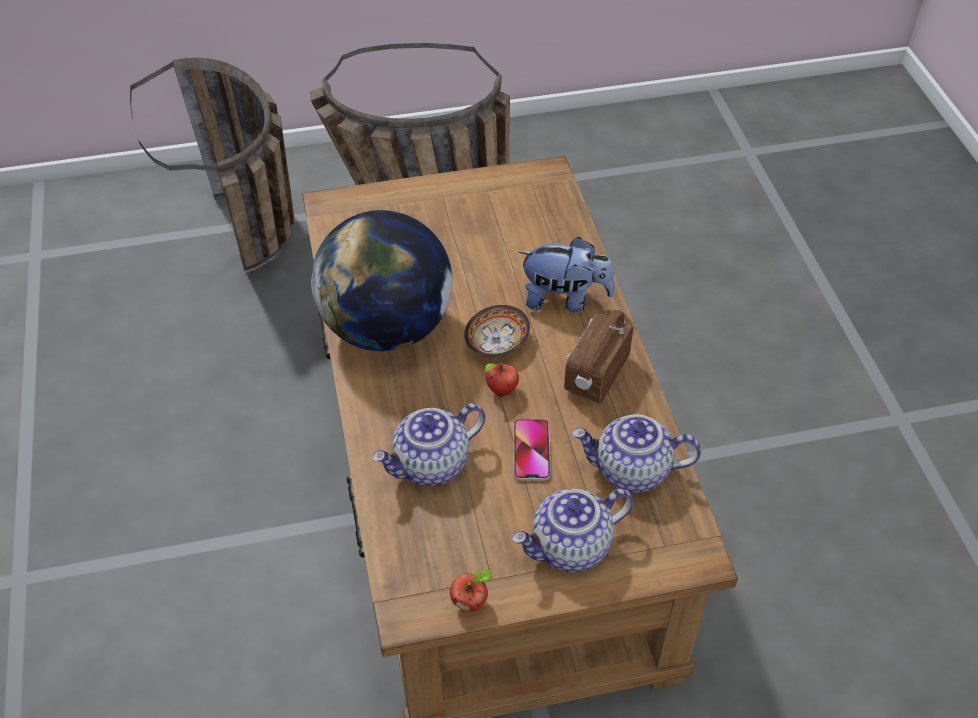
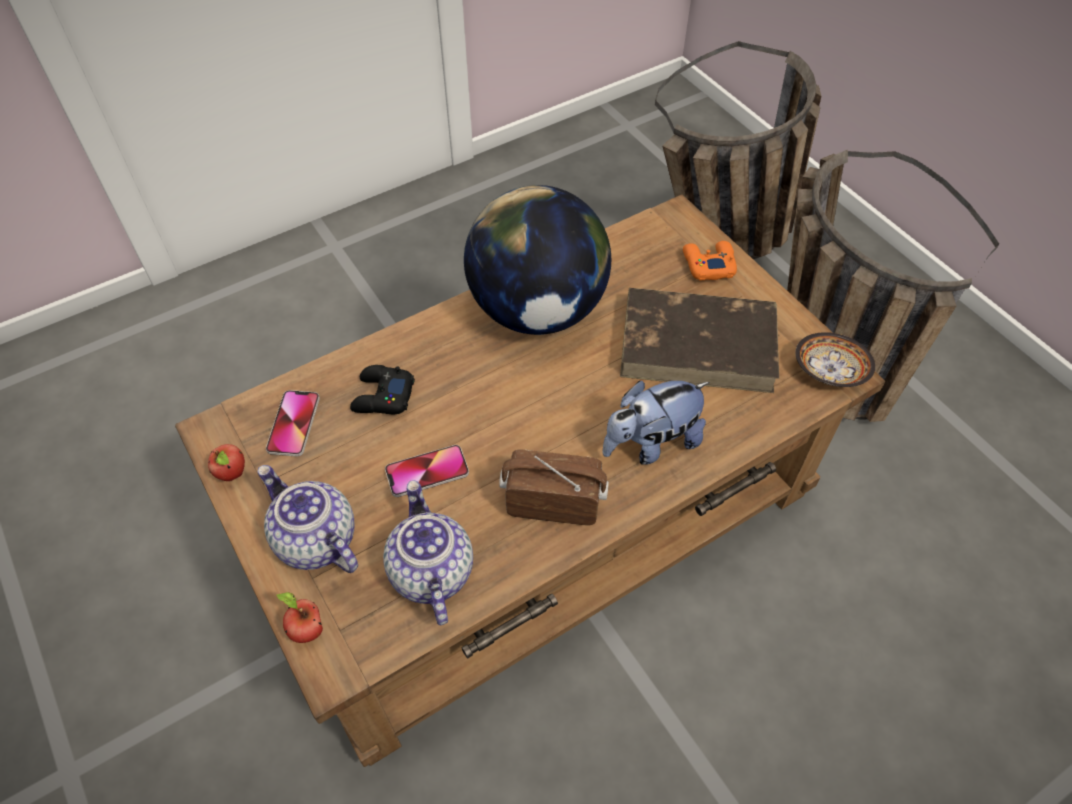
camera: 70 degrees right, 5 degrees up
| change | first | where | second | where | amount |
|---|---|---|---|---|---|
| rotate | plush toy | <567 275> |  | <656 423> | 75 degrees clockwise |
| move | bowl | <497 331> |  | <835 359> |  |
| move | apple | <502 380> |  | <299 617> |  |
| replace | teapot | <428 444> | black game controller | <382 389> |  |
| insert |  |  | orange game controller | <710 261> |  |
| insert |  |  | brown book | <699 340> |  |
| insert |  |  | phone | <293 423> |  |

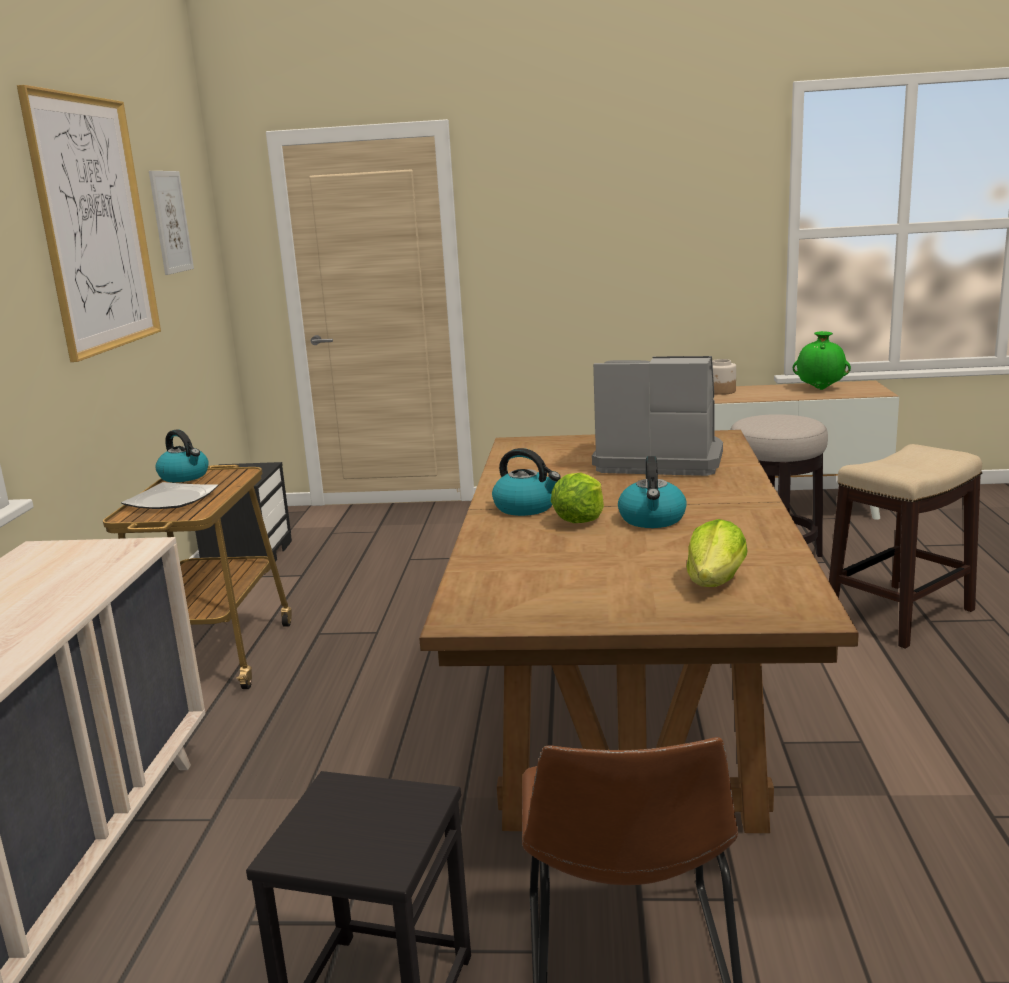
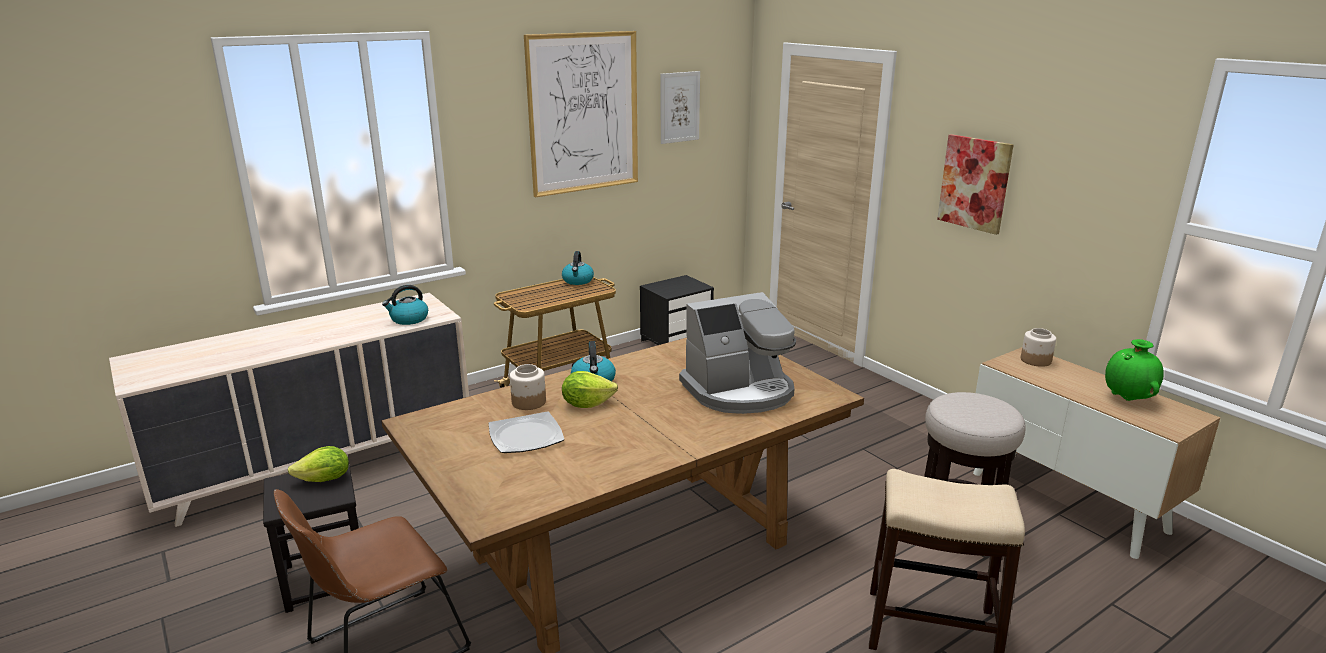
camera: 50 degrees right, 5 degrees up
| change | first | where | second | where | amount |
|---|---|---|---|---|---|
| rotate | coffee machine | <657 416> |  | <737 353> | 90 degrees clockwise |
| move | kettle | <652 492> |  | <405 305> |  |
| move | plate | <169 495> |  | <526 432> |  |
| move | lettuce | <716 553> |  | <318 464> |  |
| insert |  |  | picture | <975 184> |  |
| insert |  |  | jar | <528 387> |  |

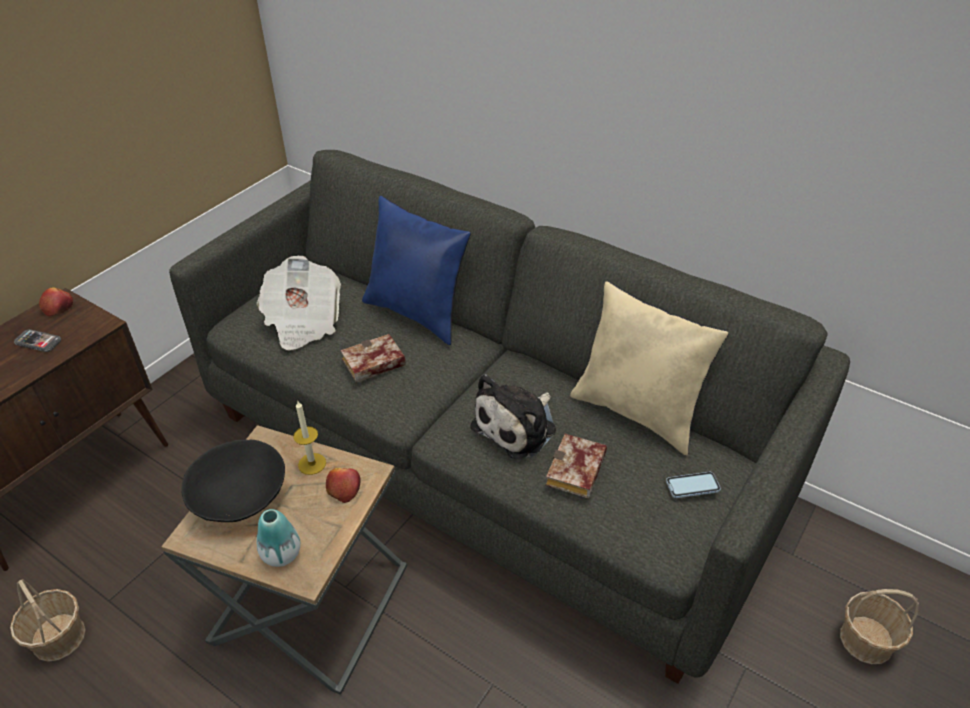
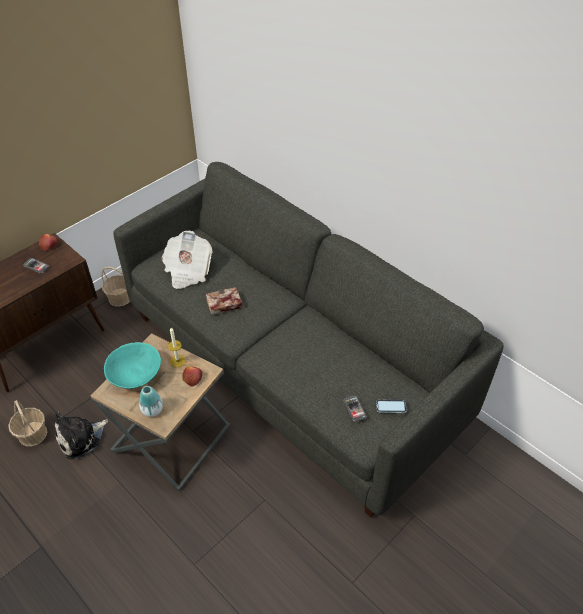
camera: 10 degrees right, 5 degrees up
| change | first | where | second | where | amount |
|---|---|---|---|---|---|
| delete | blue pillow | <416 270> |  |  |  |
| delete | beige pillow | <649 368> |  |  |  |
| move | plush toy | <513 416> |  | <81 435> |  |
| delete | book | <576 466> |  |  |  |
| recolor | black bowl | <233 481> | turquoise bowl | <132 365> |  |
| move | basket | <879 626> |  | <115 287> |  |
| insert |  |  | phone | <355 408> |  |

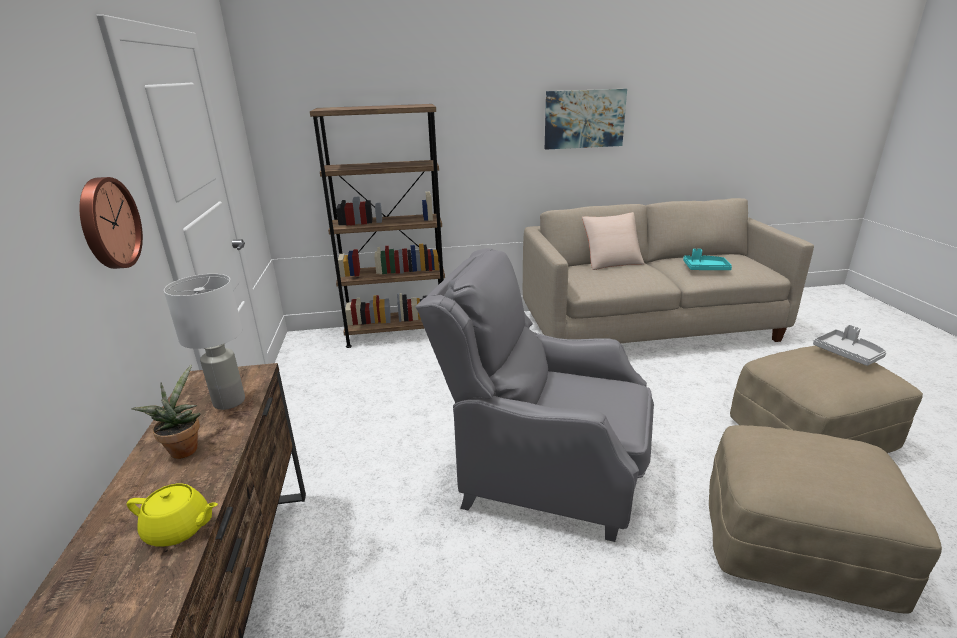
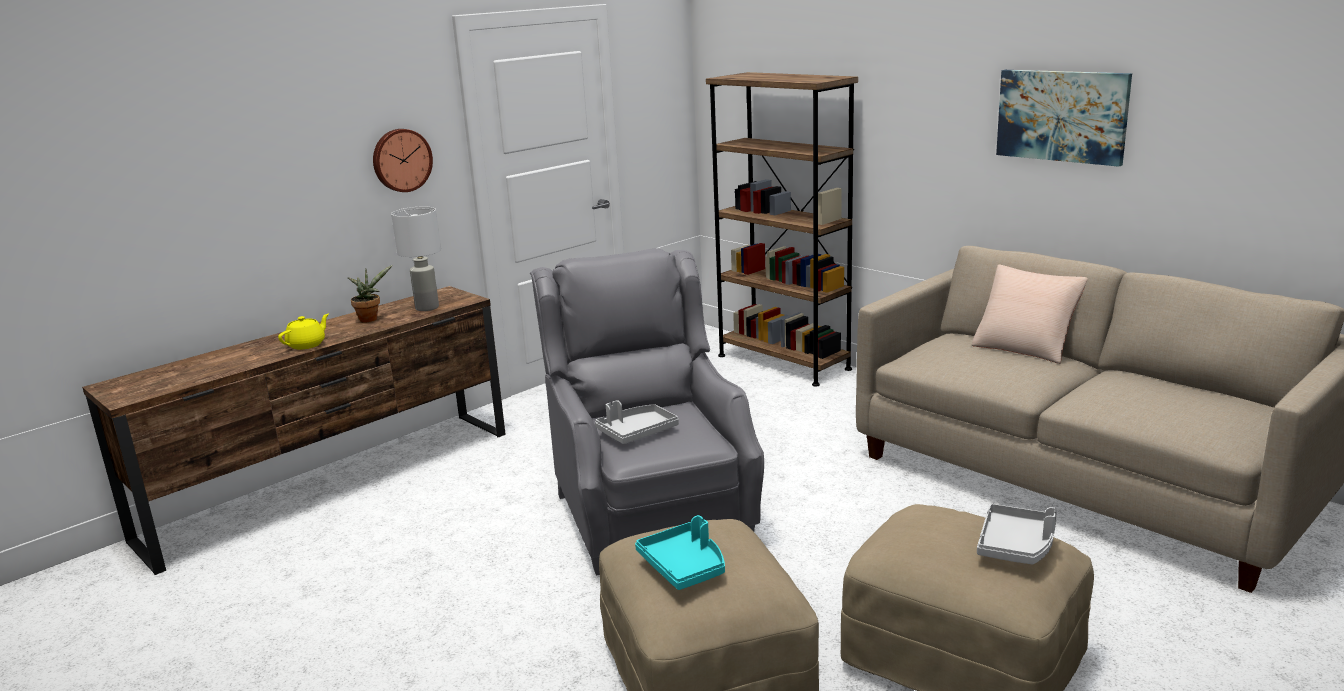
camera: 55 degrees right, 5 degrees down
| change | first | where | second | where | amount |
|---|---|---|---|---|---|
| move | turquoise tray | <707 259> |  | <680 552> |  |
| rotate | yellow teapot | <172 515> |  | <303 331> | 120 degrees counterclockwise |
| insert |  |  | grey tray | <637 422> |  |

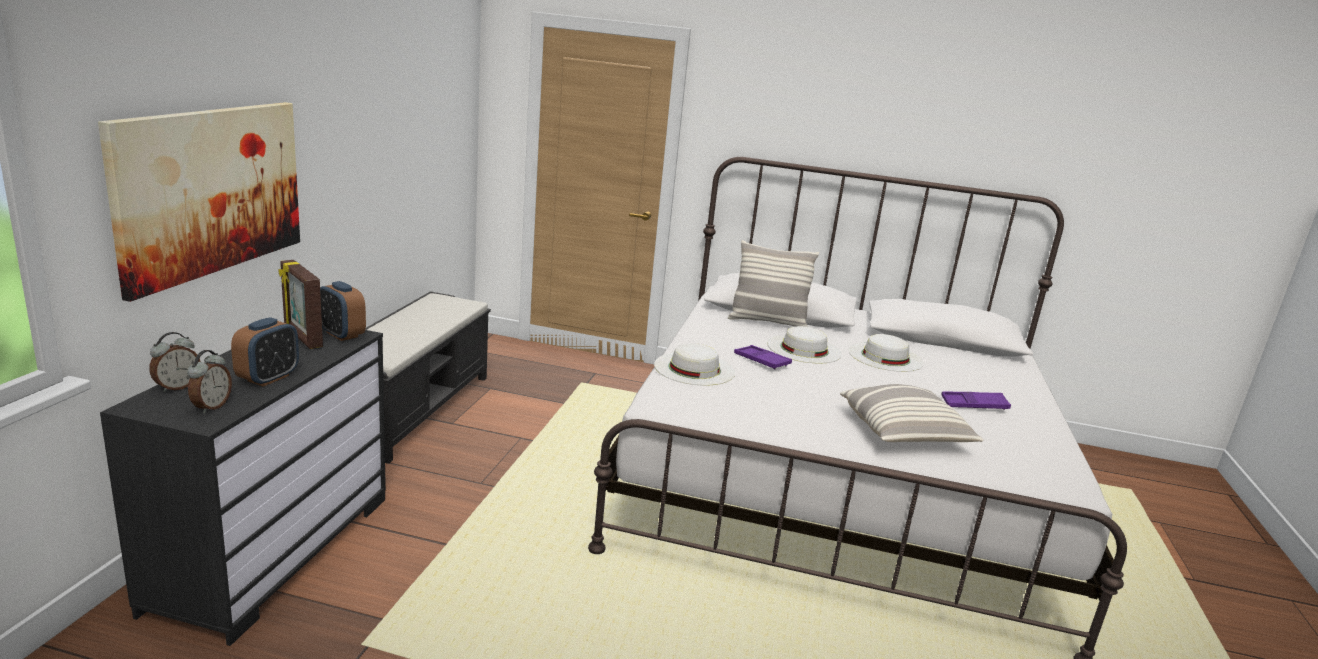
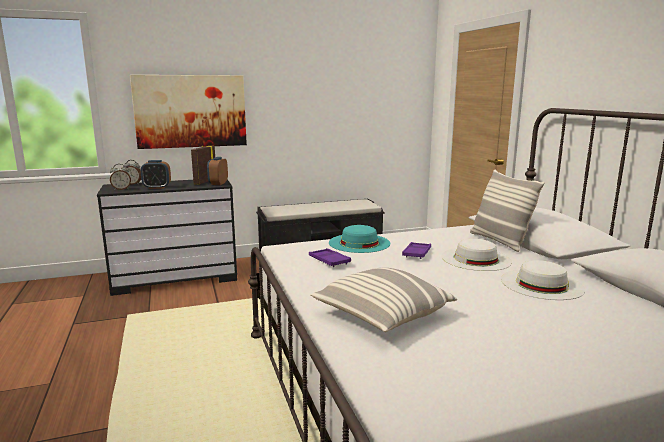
camera: 60 degrees right, 5 degrees down
| change | first | where | second | where | amount |
|---|---|---|---|---|---|
| recolor | white hat | <694 364> | turquoise hat | <359 239> |  |
| move | purple tray | <976 400> |  | <330 257> |  |

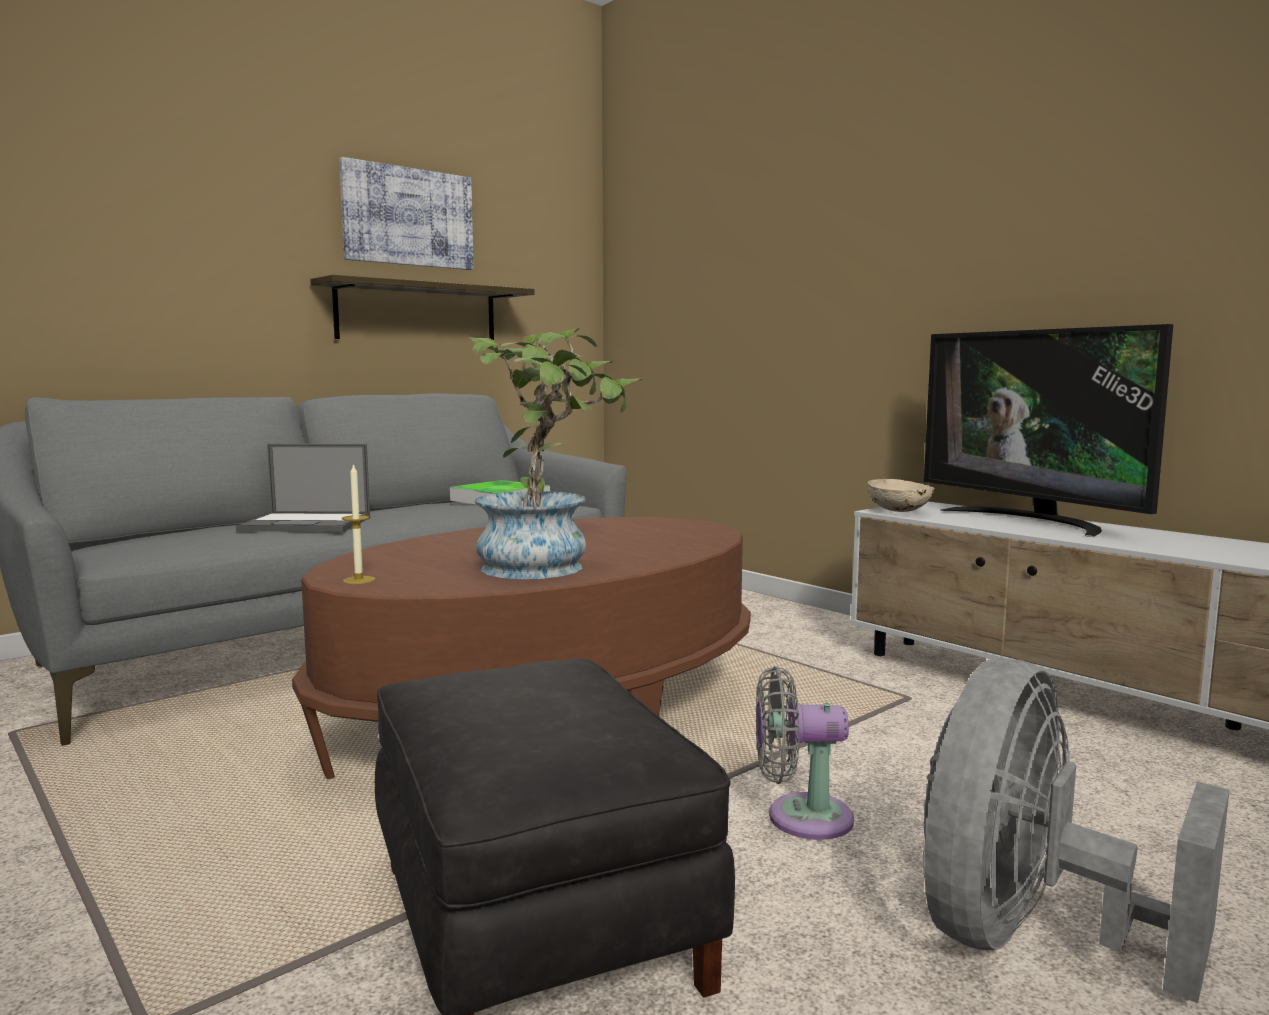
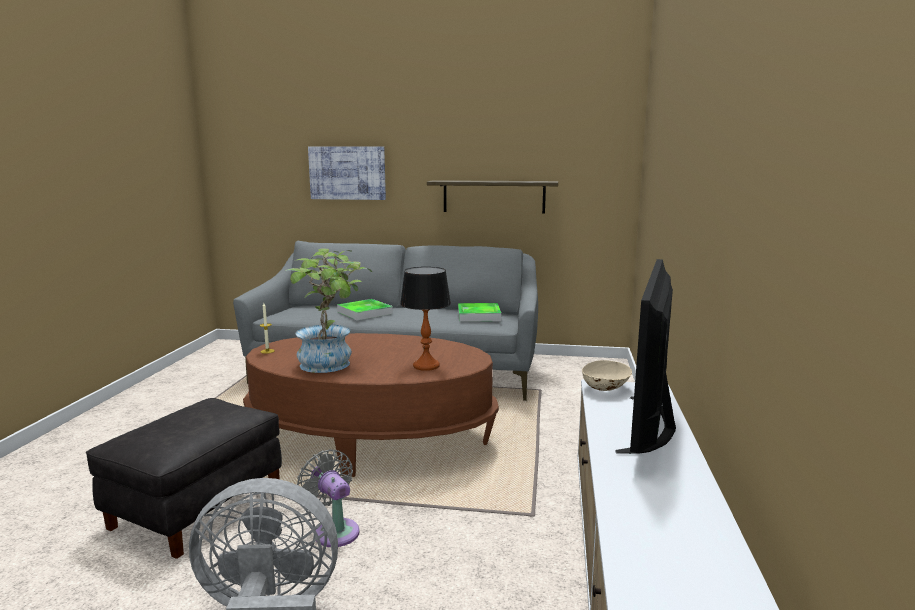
camera: 50 degrees right, 5 degrees up
| change | first | where | second | where | amount |
|---|---|---|---|---|---|
| move | picture | <406 213> |  | <347 173> |  |
| replace | laptop | <303 488> | tray | <365 309> |  |
| insert |  |  | table lamp | <425 319> |  |

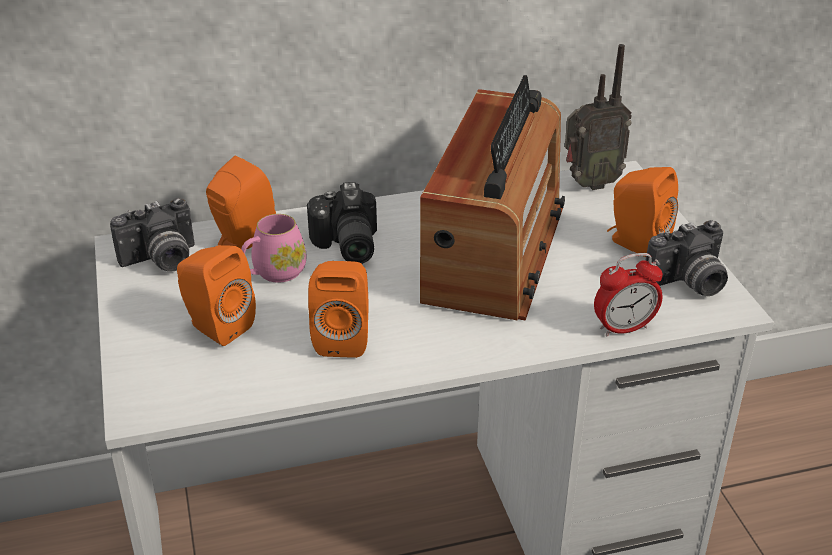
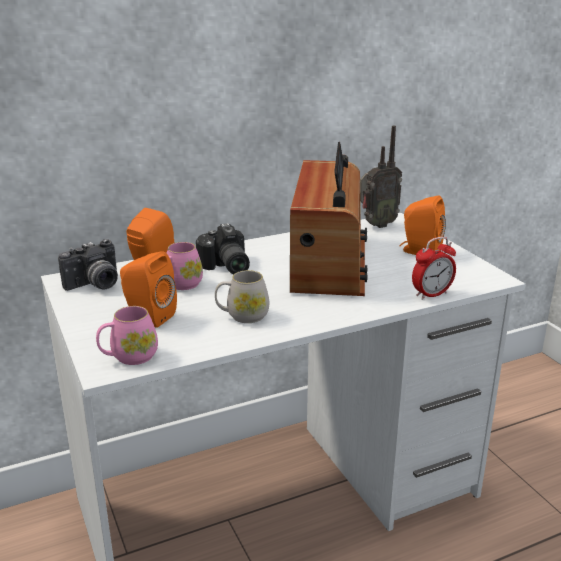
camera: 10 degrees left, 10 degrees down
| change | first | where | second | where | amount |
|---|---|---|---|---|---|
| delete | photo camera | <686 258> |  |  |  |
| replace | orange speaker | <338 309> | white mug | <242 296> |  |
| insert |  |  | pink mug | <127 335> |  |

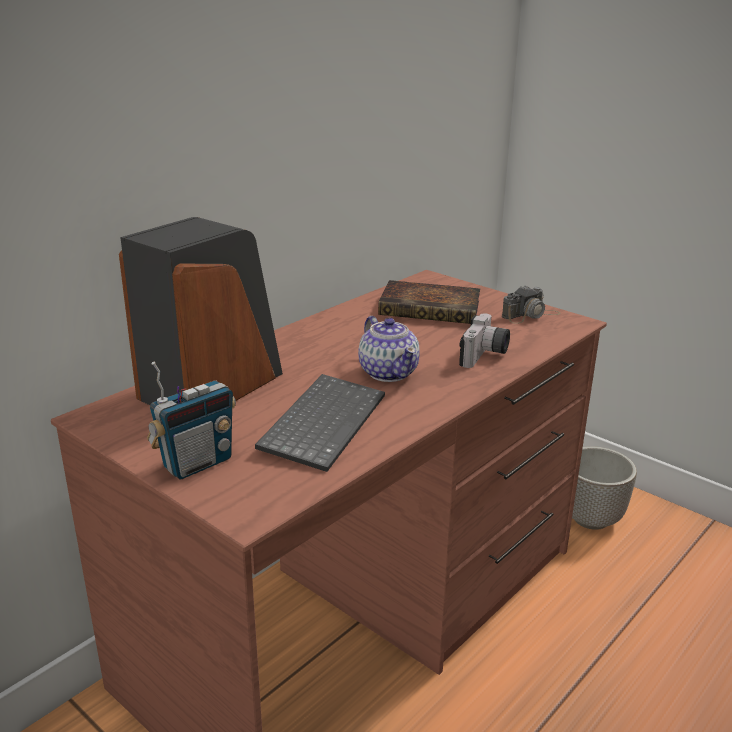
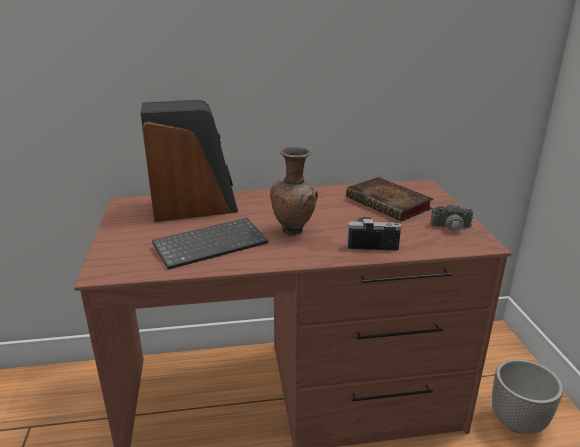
camera: 40 degrees right, 0 degrees up
| change | first | where | second | where | amount |
|---|---|---|---|---|---|
| rotate | photo camera | <484 340> |  | <374 233> | 150 degrees counterclockwise |
| replace | teapot | <389 349> | brown vase | <294 191> |  |
| delete | radio | <191 420> |  |  |  |

